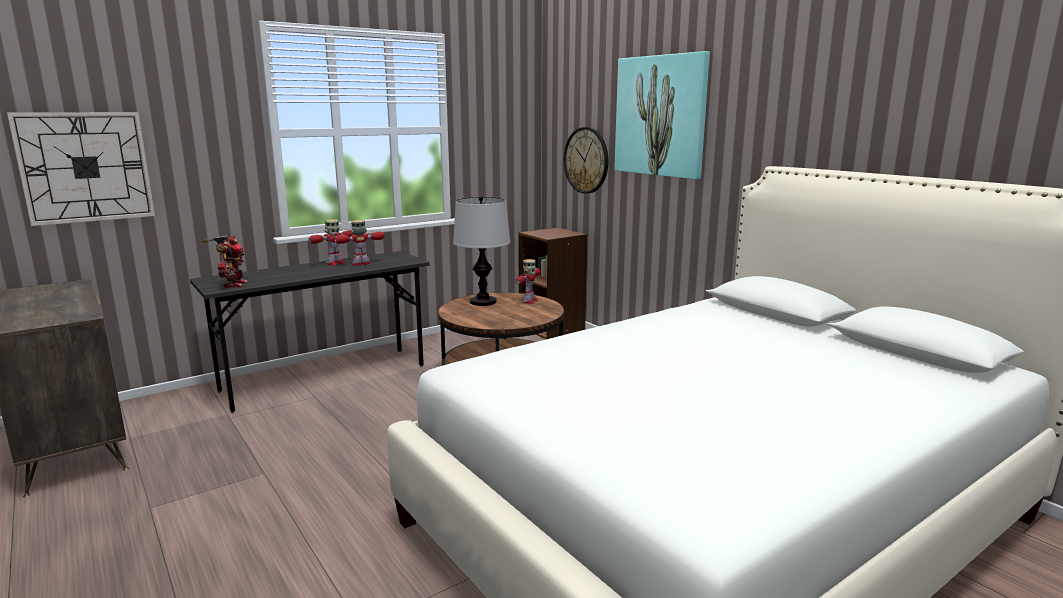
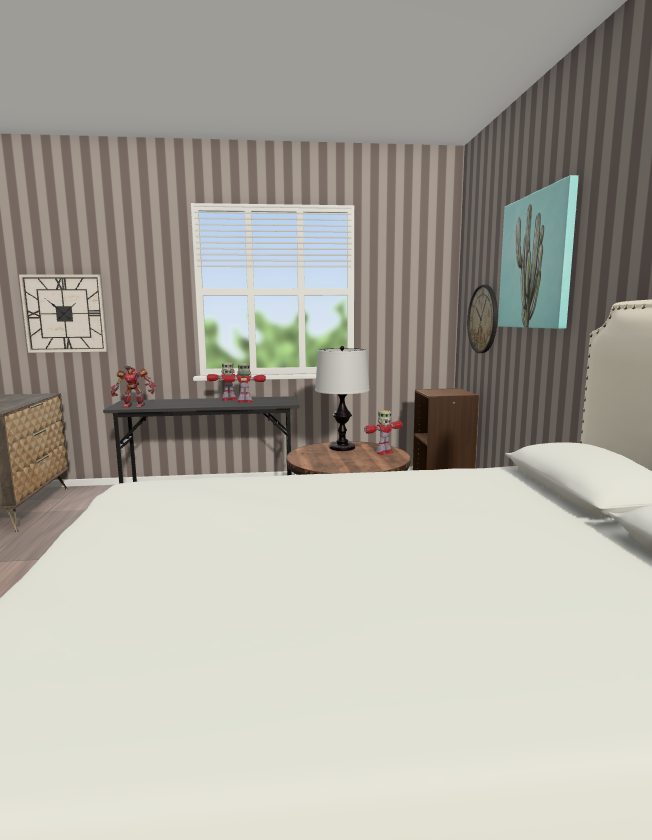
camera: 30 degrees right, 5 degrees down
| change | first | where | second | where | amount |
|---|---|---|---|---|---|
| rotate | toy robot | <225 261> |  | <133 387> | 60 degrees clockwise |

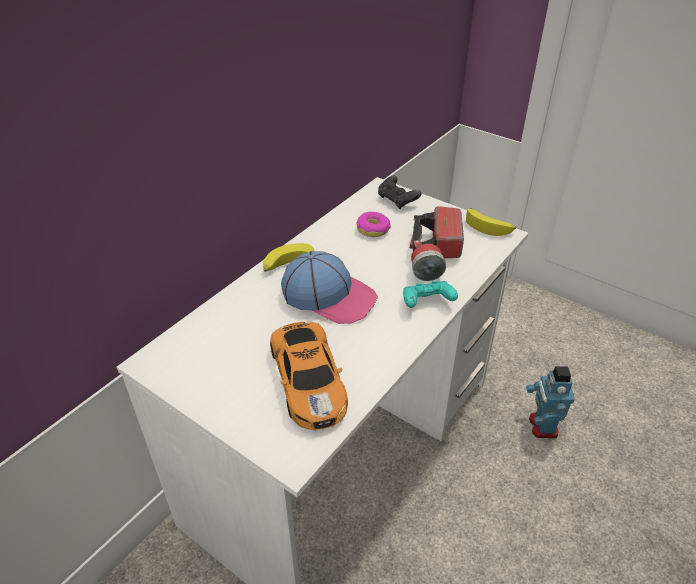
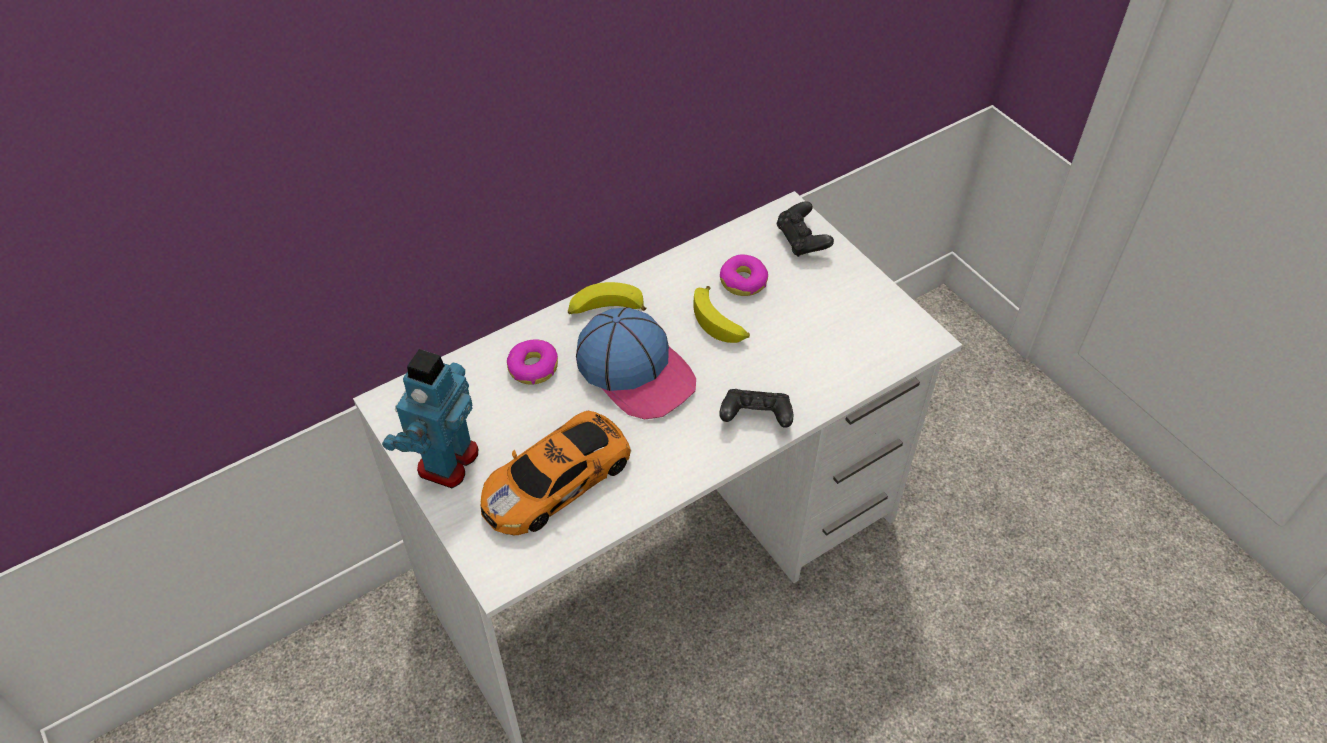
camera: 20 degrees right, 10 degrees up
| change | first | where | second | where | amount |
|---|---|---|---|---|---|
| delete | flashlight | <437 243> |  |  |  |
| move | banana | <491 222> |  | <721 314> |  |
| recolor | turquoise game controller | <430 294> | black game controller | <756 408> |  |
| rotate | toy car | <309 376> |  | <556 473> | 45 degrees clockwise |
| move | toy robot | <550 402> |  | <430 418> |  |
| insert |  |  | donut | <532 362> |  |

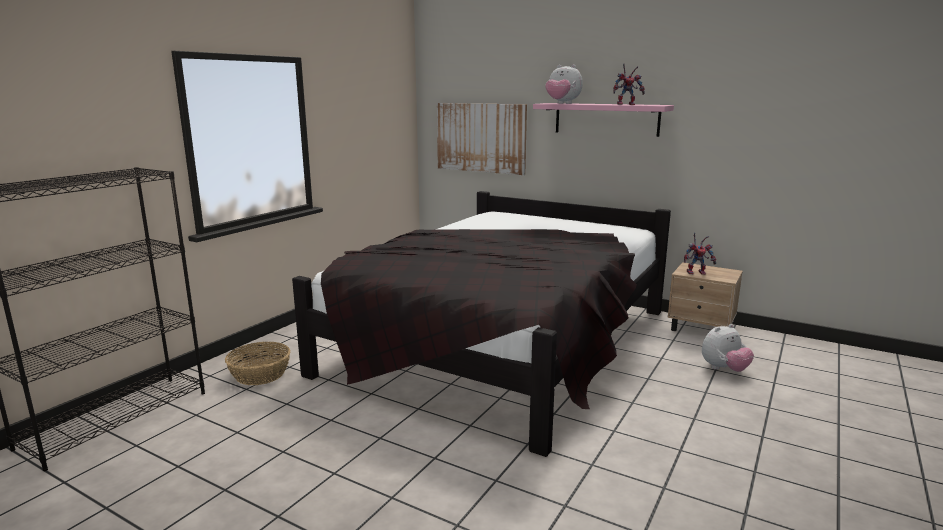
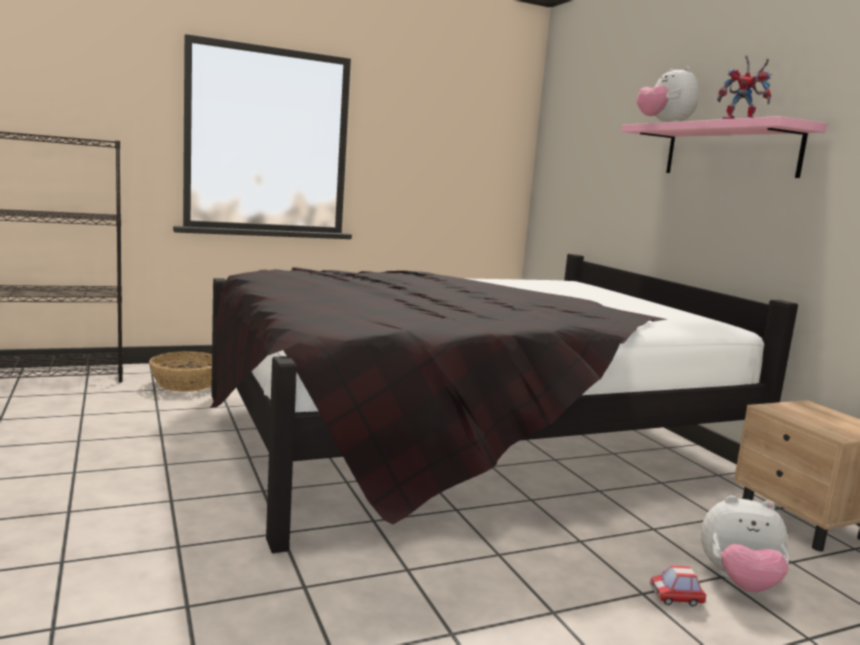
camera: 35 degrees right, 5 degrees down
| change | first | where | second | where | amount |
|---|---|---|---|---|---|
| delete | picture | <482 139> |  |  |  |
| delete | toy robot | <700 254> |  |  |  |
| insert |  |  | toy car | <678 586> |  |

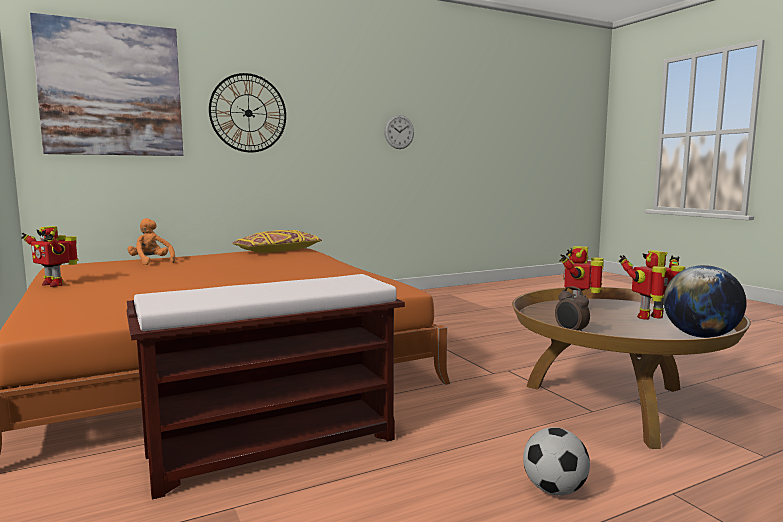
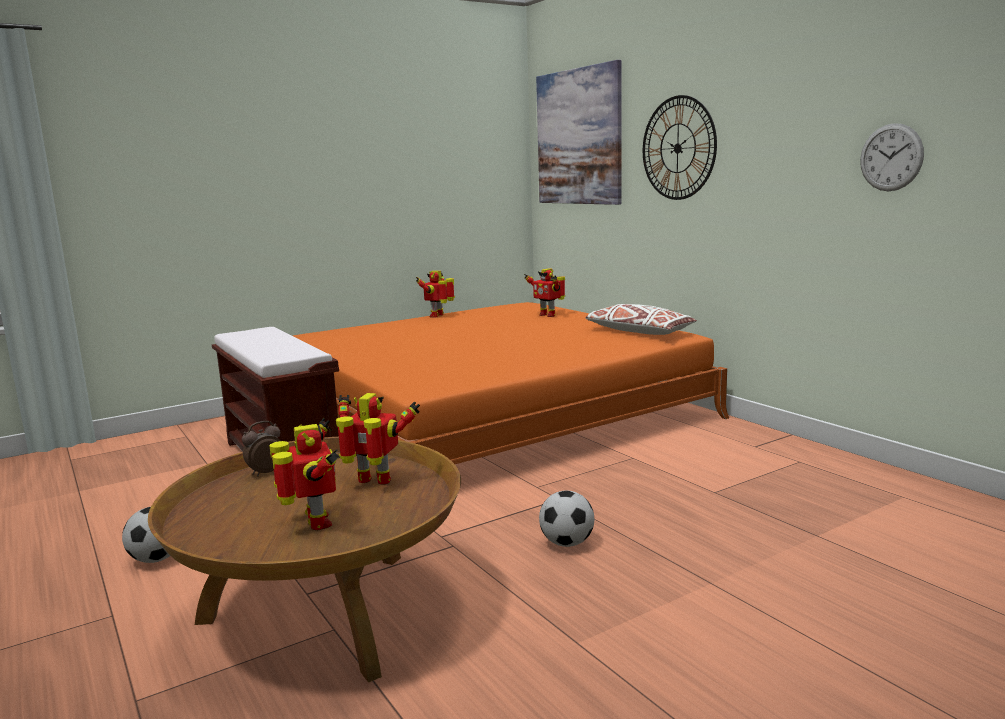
camera: 85 degrees right, 5 degrees up
| change | first | where | second | where | amount |
|---|---|---|---|---|---|
| replace | orange plush toy | <151 241> | toy robot | <544 292> |  |
| recolor | yellow pillow | <277 241> | white pillow | <641 319> |  |
| delete | globe | <705 301> |  |  |  |
| insert |  |  | football | <566 518> |  |

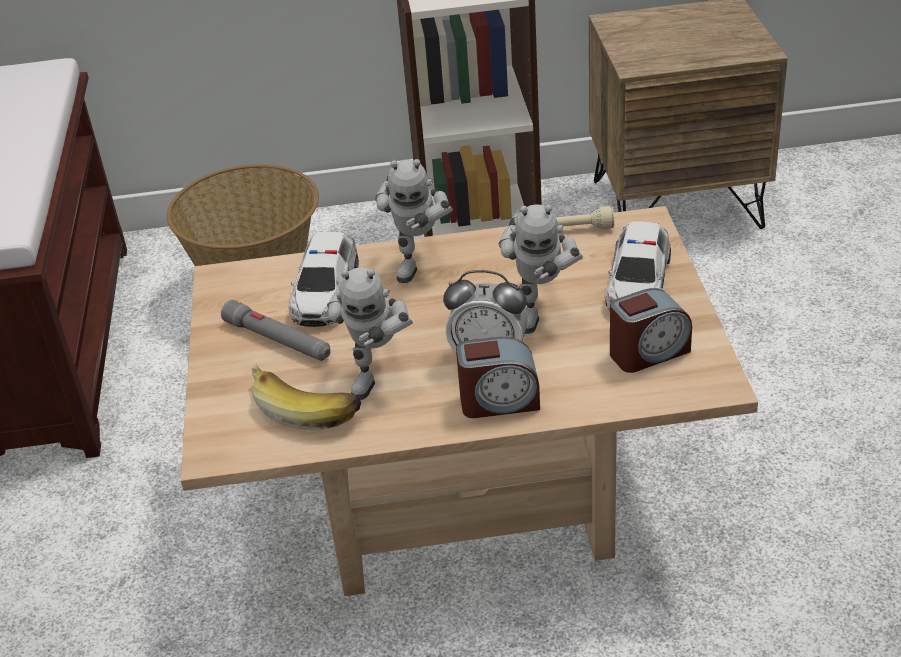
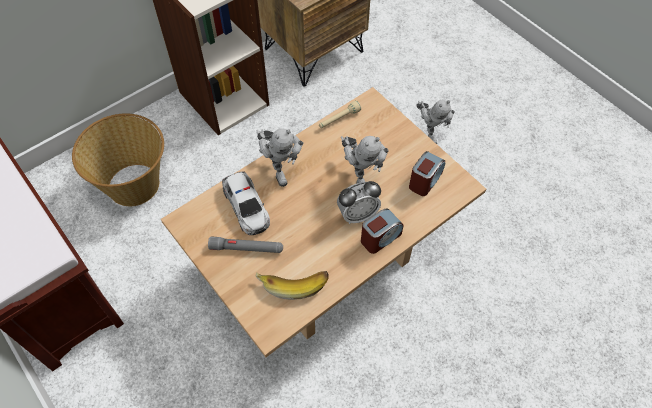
camera: 35 degrees left, 20 degrees up
| change | first | where | second | where | amount |
|---|---|---|---|---|---|
| delete | toy car | <638 266> |  |  |  |
| move | toy robot | <370 333> |  | <435 122> |  |

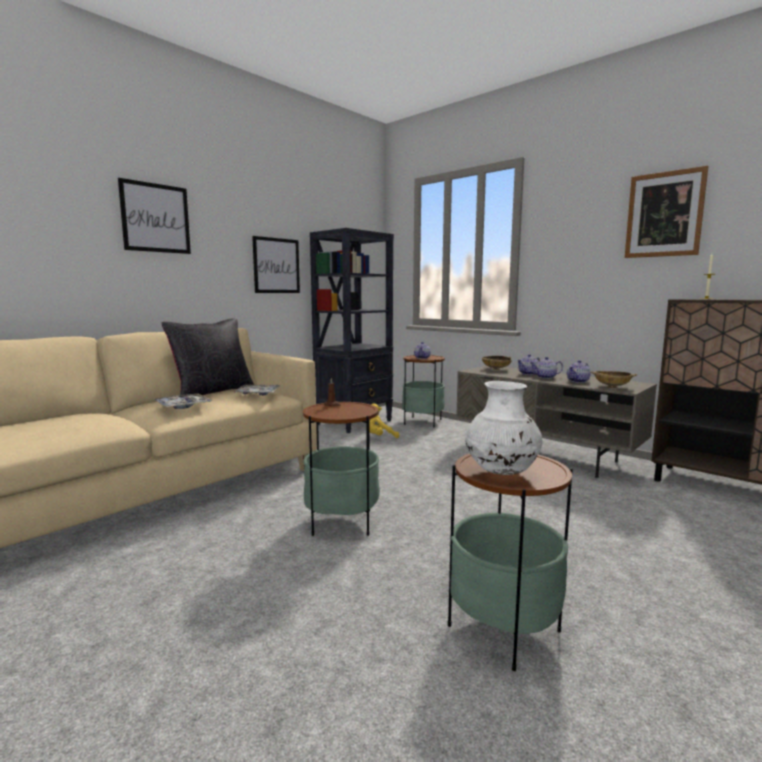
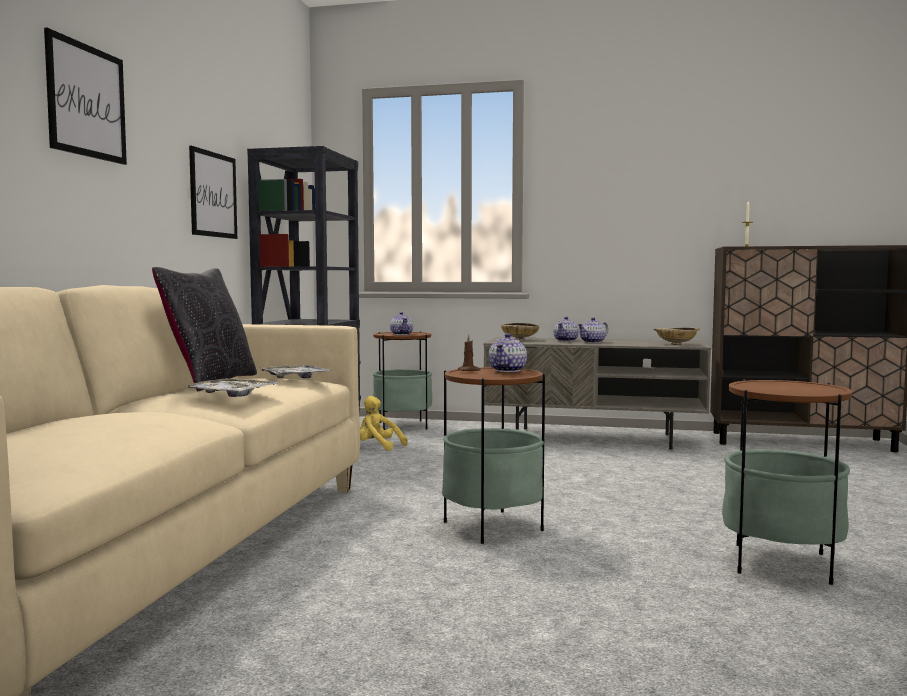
camera: 30 degrees left, 5 degrees down
| change | first | where | second | where | amount |
|---|---|---|---|---|---|
| delete | picture | <667 212> |  |  |  |
| move | teapot | <579 371> |  | <507 352> |  |
| delete | white vase | <504 428> |  |  |  |
| rotate | yellow plush toy | <384 420> |  | <383 423> | 75 degrees clockwise |

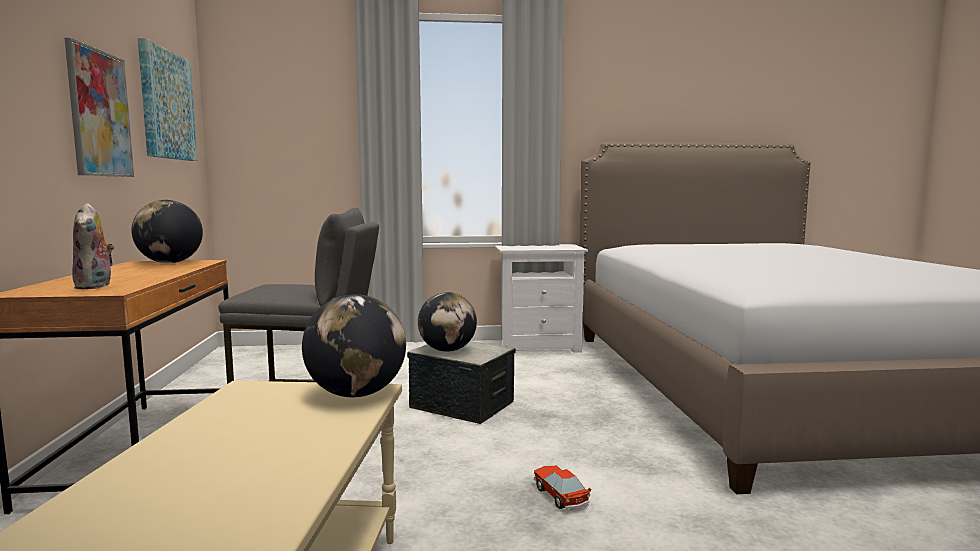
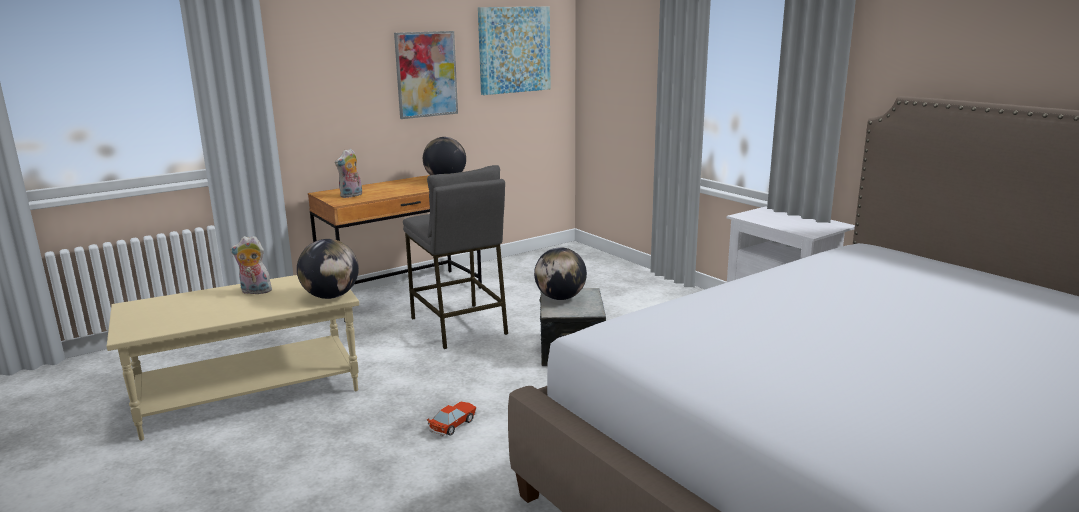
camera: 60 degrees right, 10 degrees up
| change | first | where | second | where | amount |
|---|---|---|---|---|---|
| insert |  |  | plush toy | <251 265> |  |

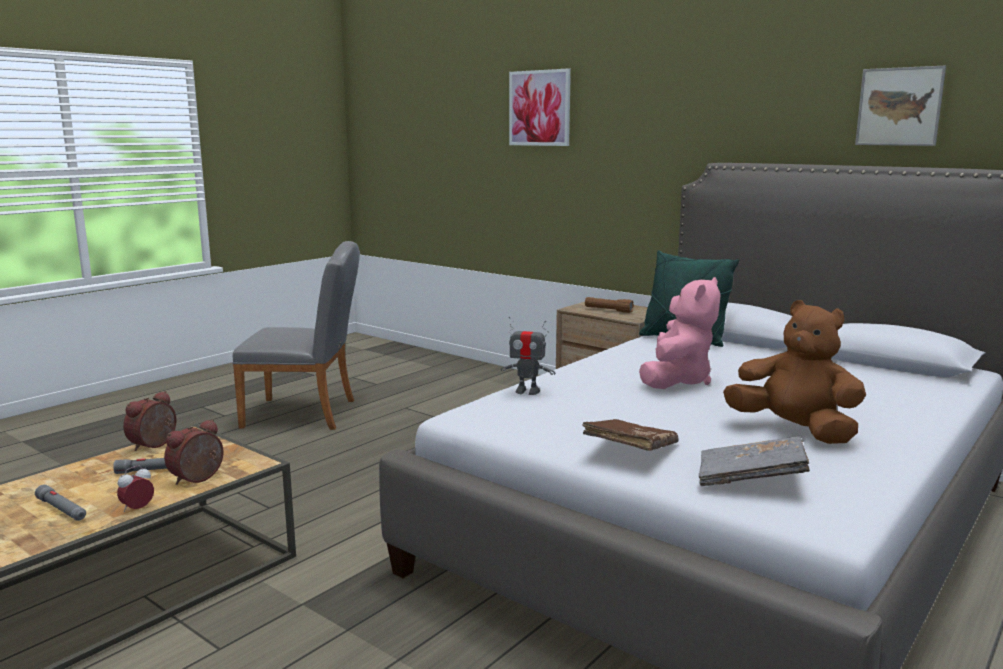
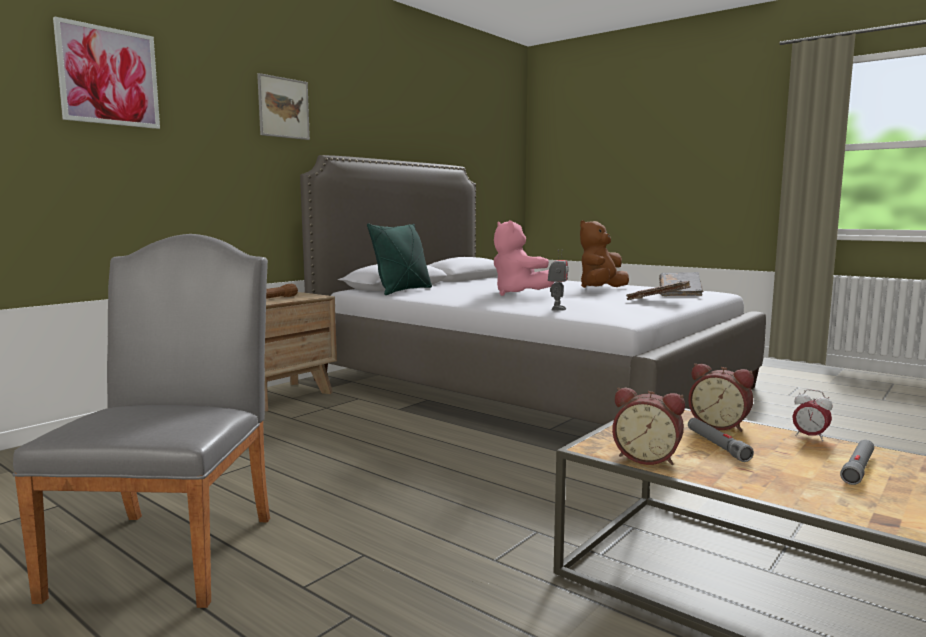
camera: 90 degrees left, 5 degrees down
| change | first | where | second | where | amount |
|---|---|---|---|---|---|
| move | picture | <900 106> |  | <283 106> |  |
| rotate | pink plush toy | <680 333> |  | <524 258> | 150 degrees counterclockwise |

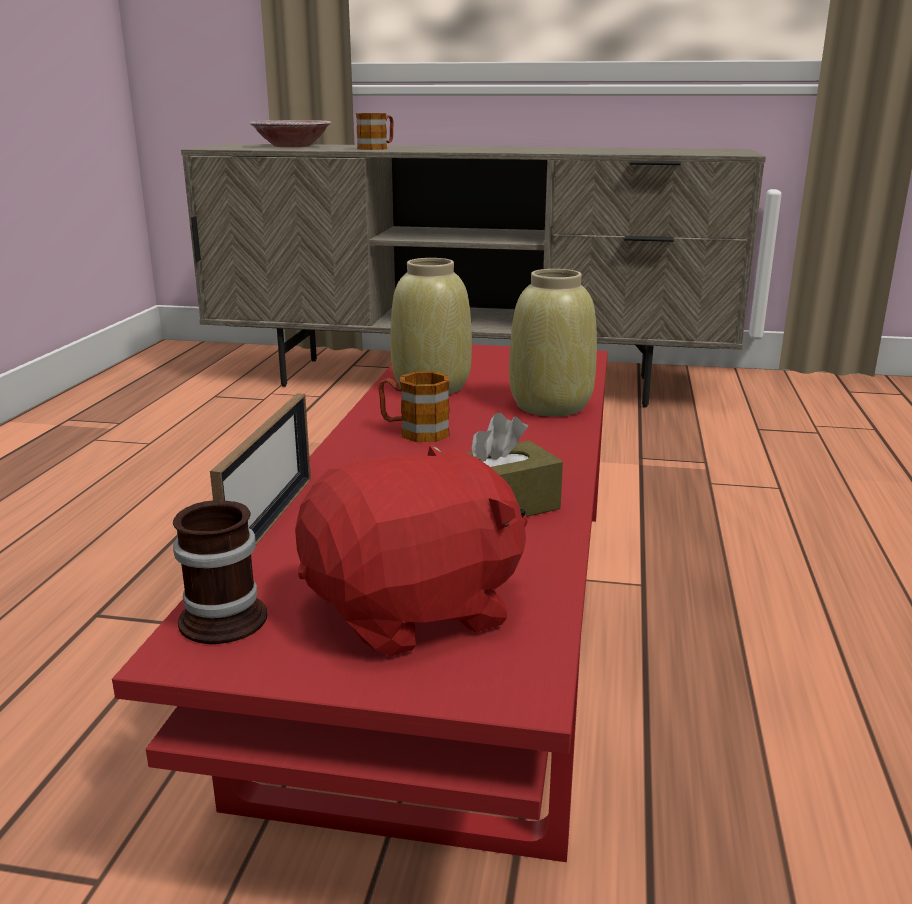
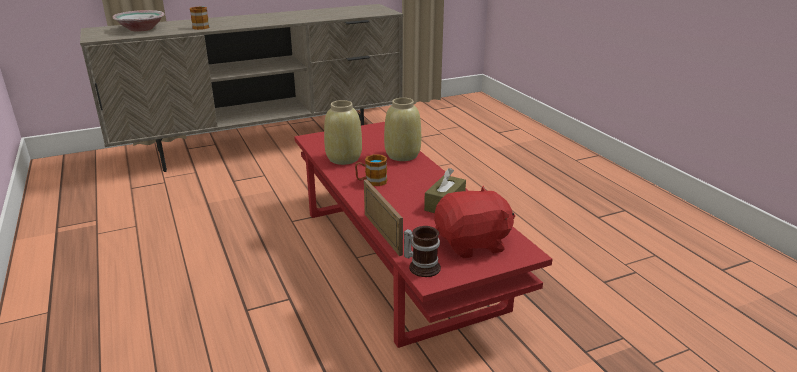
camera: 35 degrees left, 5 degrees up
| change | first | where | second | where | amount |
|---|---|---|---|---|---|
| rotate | red plush toy | <411 550> |  | <474 222> | 45 degrees clockwise |

